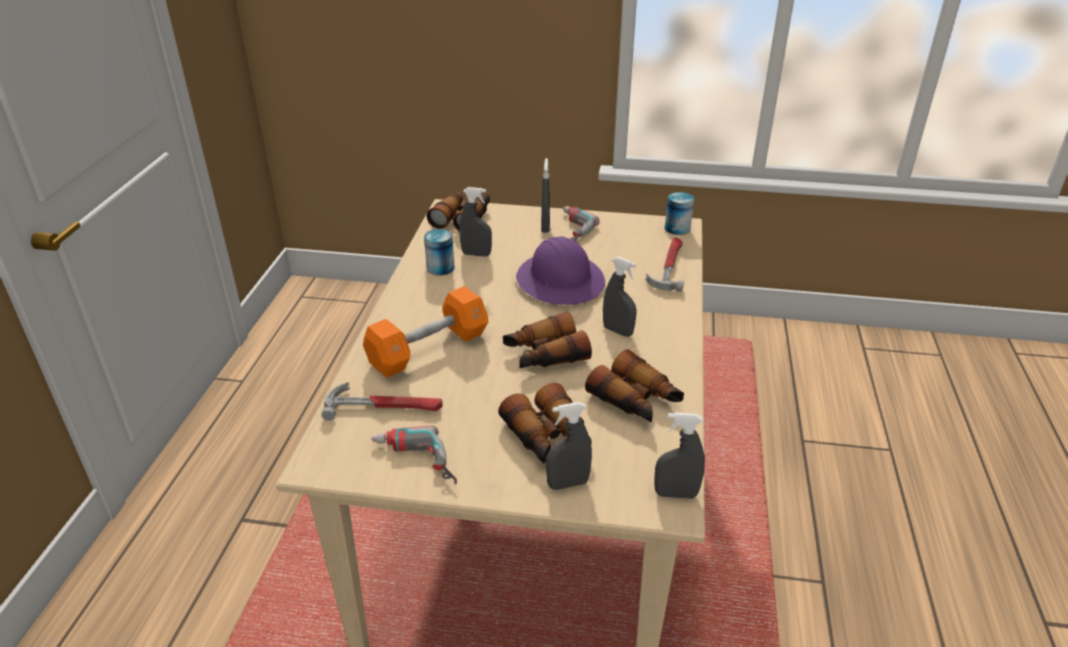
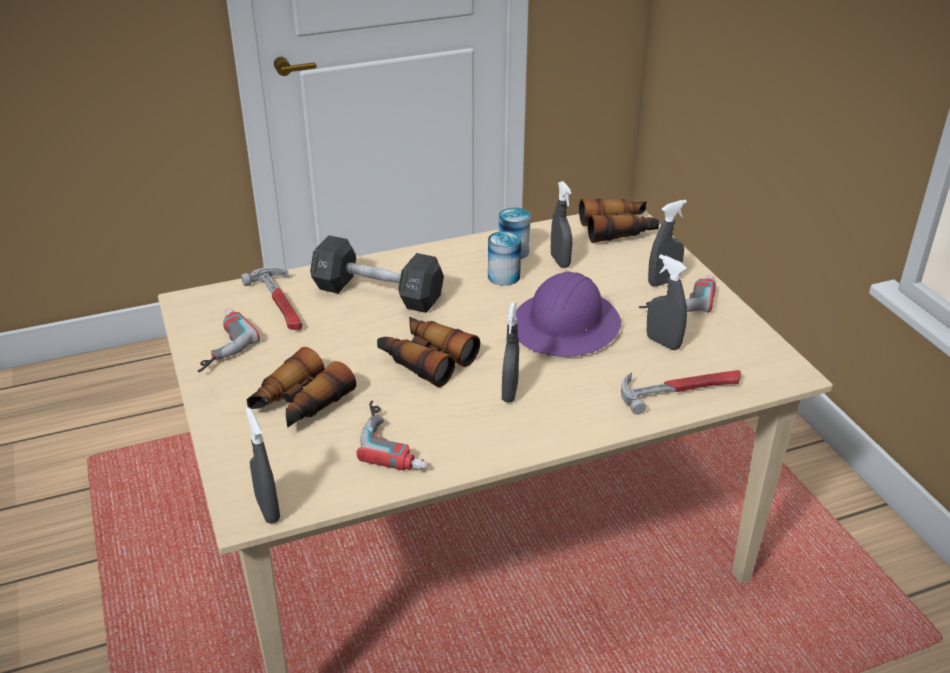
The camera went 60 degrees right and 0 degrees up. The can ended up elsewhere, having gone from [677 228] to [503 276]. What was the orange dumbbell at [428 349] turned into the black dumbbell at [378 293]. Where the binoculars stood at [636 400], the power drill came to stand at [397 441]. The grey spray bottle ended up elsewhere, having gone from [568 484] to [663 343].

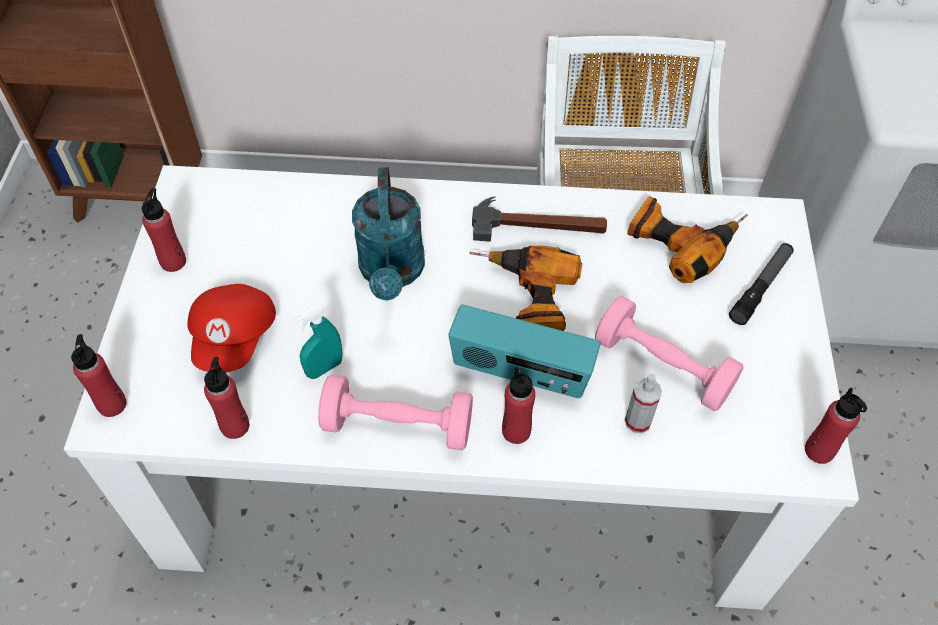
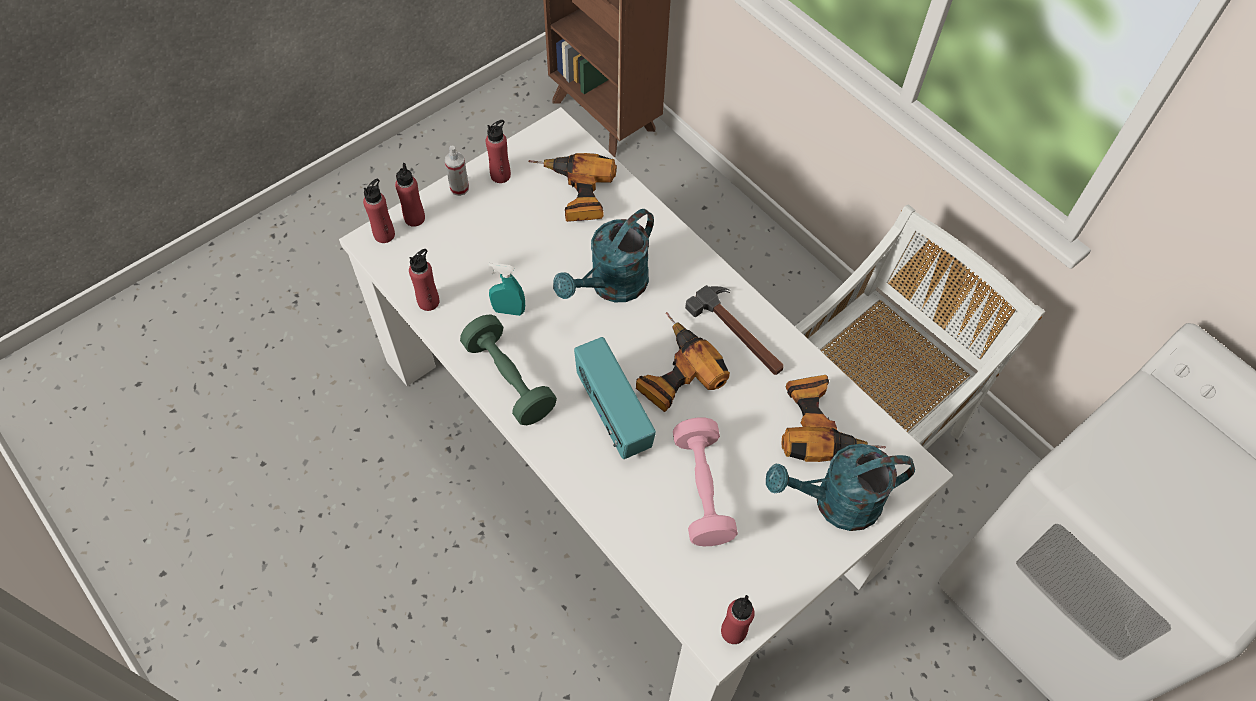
The camera went 45 degrees right and 5 degrees up. Where the flashlight stood at [760 287], the turquoise watering can came to stand at [835 503]. The second view lost the red cap at [236 338]. The red bottle ended up elsewhere, having gone from [516 431] to [414 218]. The spray bottle ended up elsewhere, having gone from [637 421] to [459 188]. What was the pink dumbbell at [398 425] turned into the green dumbbell at [509 379]. The second view gained the power drill at [575 194].

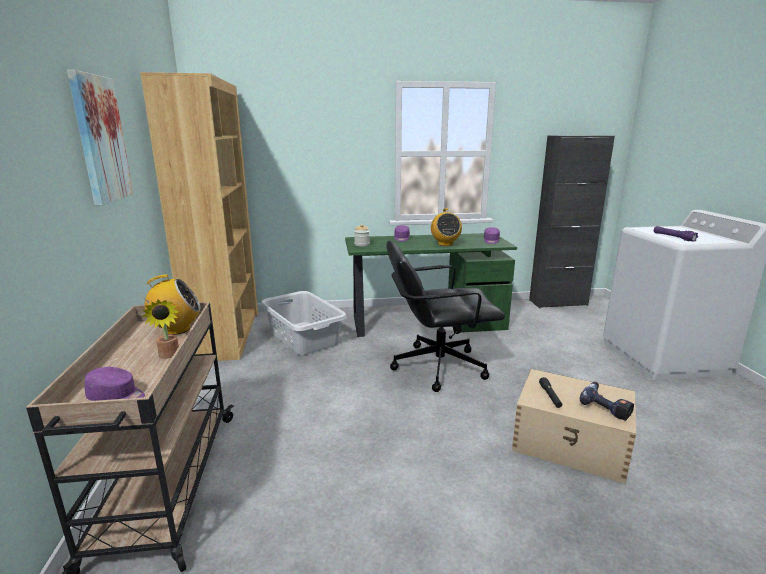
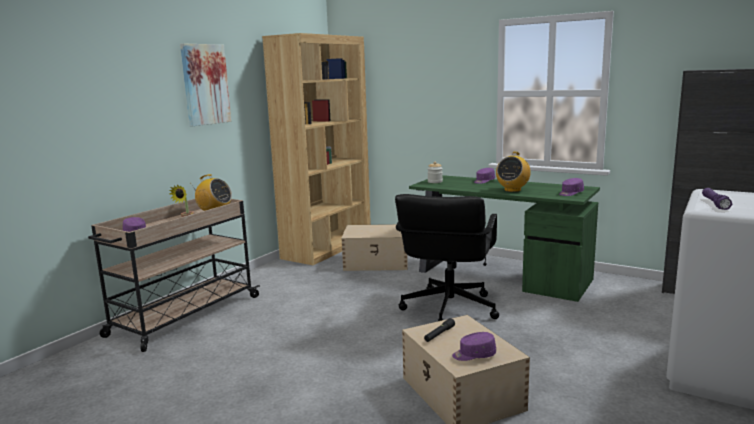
The camera went 40 degrees right and 5 degrees down. The black office chair at [437 366] ended up facing another way, 105 degrees counterclockwise from before. Where the grey laundry basket stood at [304 337], the beige storage box came to stand at [377 262]. Where the power drill stood at [606 406], the purple cap came to stand at [473 355].

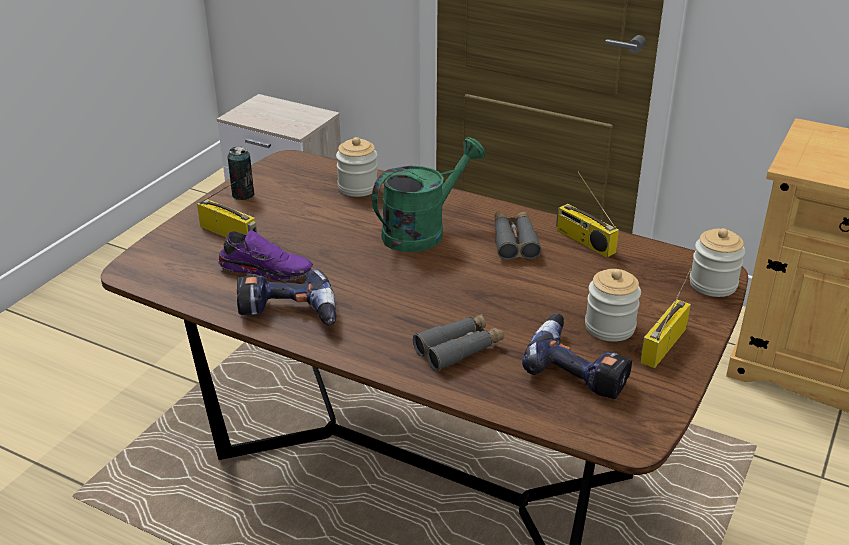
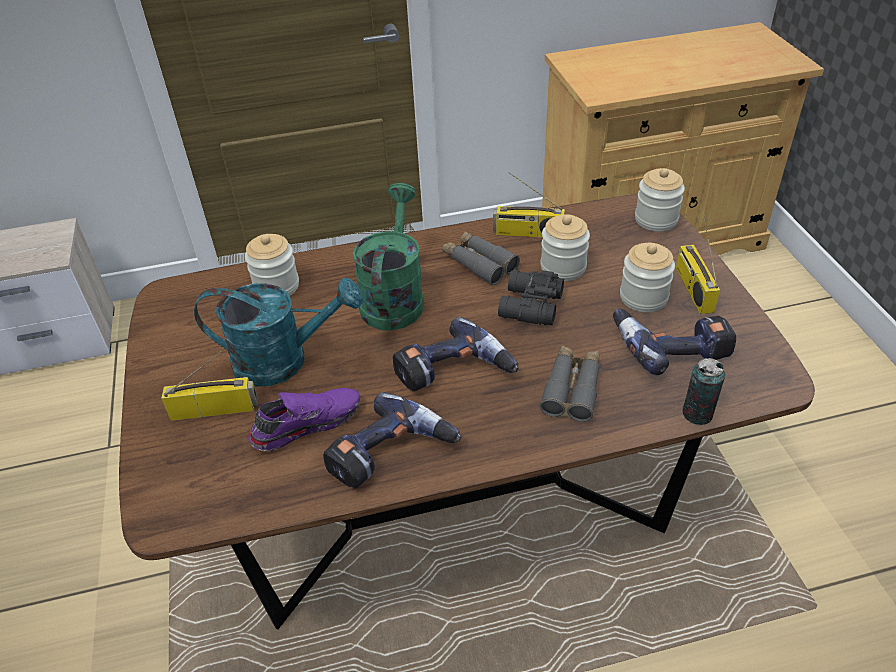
The camera went 40 degrees left and 10 degrees up. The can ended up elsewhere, having gone from [243 195] to [697 414]. The second view gained the jar at [563 267]. The second view gained the black binoculars at [529 306]. The second view gained the turquoise watering can at [284 360]. The second view gained the power drill at [454 373].

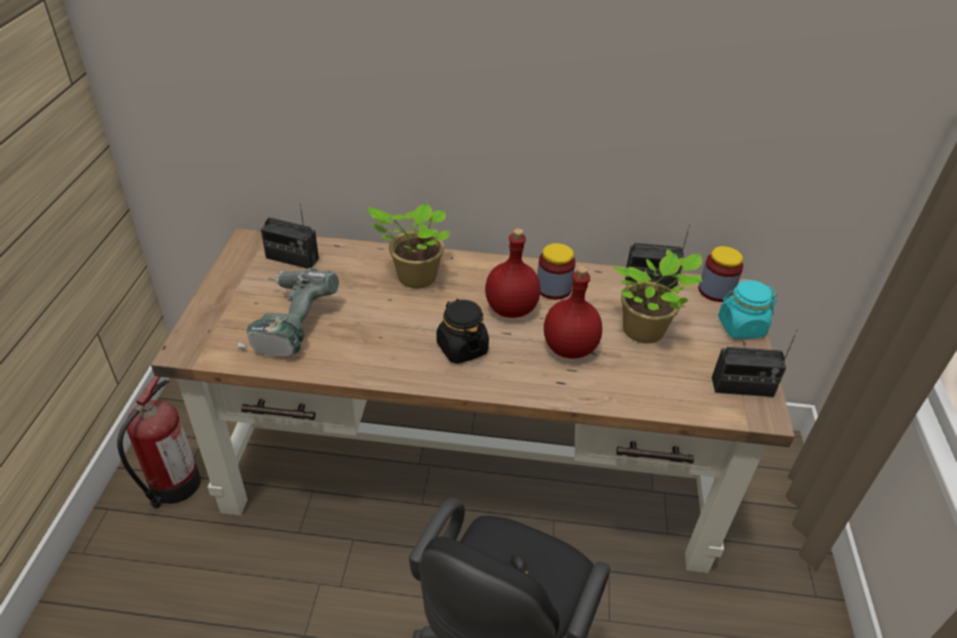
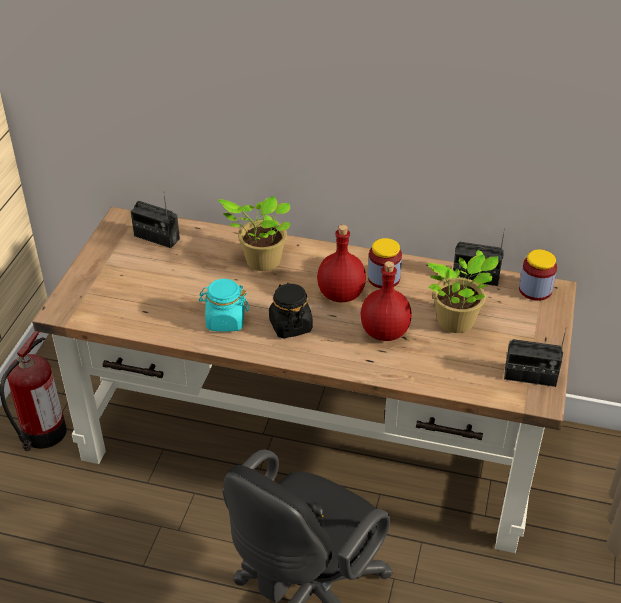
The camera went 10 degrees right and 0 degrees up. The second view lost the power drill at [288 324]. The turquoise jar ended up elsewhere, having gone from [740 327] to [225 321].

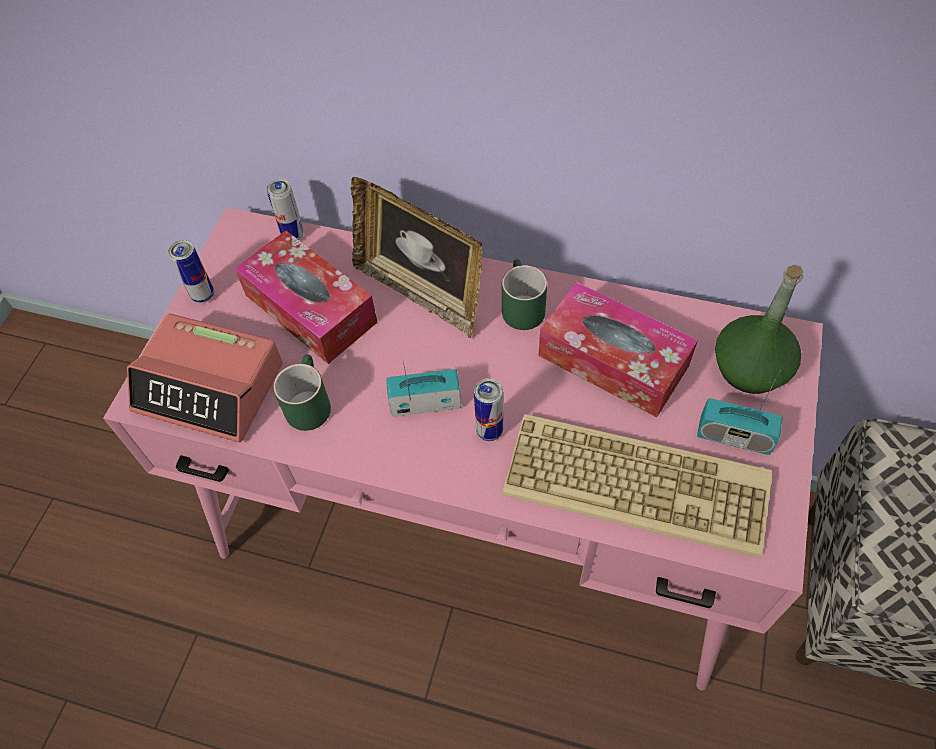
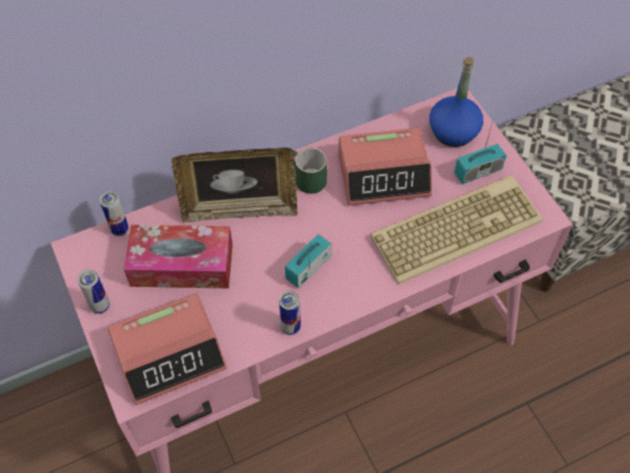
The camera went 45 degrees left and 0 degrees up. What was the green bottle at [749 369] turned into the blue bottle at [453 132]. Where the tissue box stood at [613 360], the alarm clock came to stand at [384 174]. The second view lost the green mug at [308 402]. The can ended up elsewhere, having gone from [489 431] to [290 327].

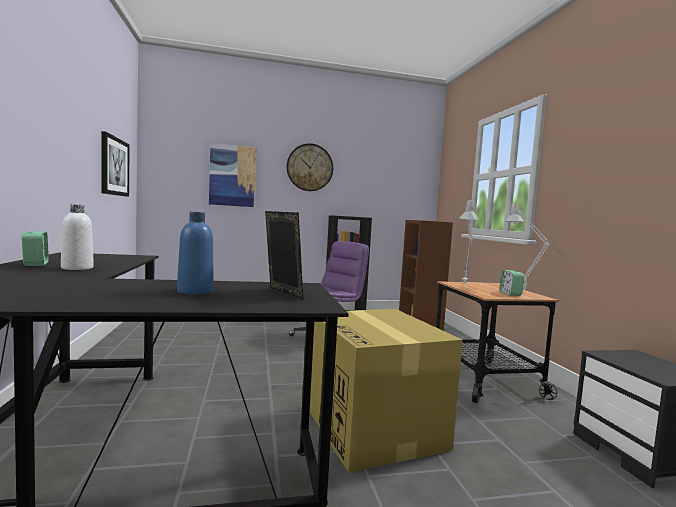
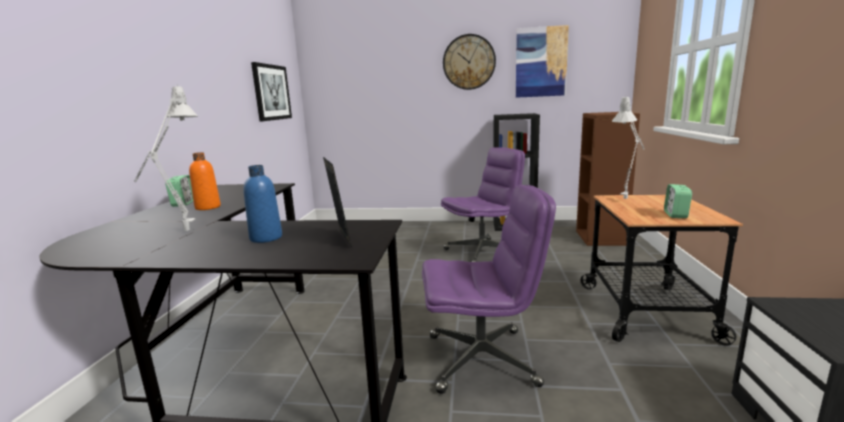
The camera went 20 degrees right and 10 degrees up. The picture ended up elsewhere, having gone from [233 175] to [541 62]. What was the white bottle at [77 268] turned into the orange bottle at [208 207]. The grey table lamp ended up elsewhere, having gone from [528 292] to [184 234]. Where the cardboard box stood at [374 427], the purple office chair came to stand at [482 359].

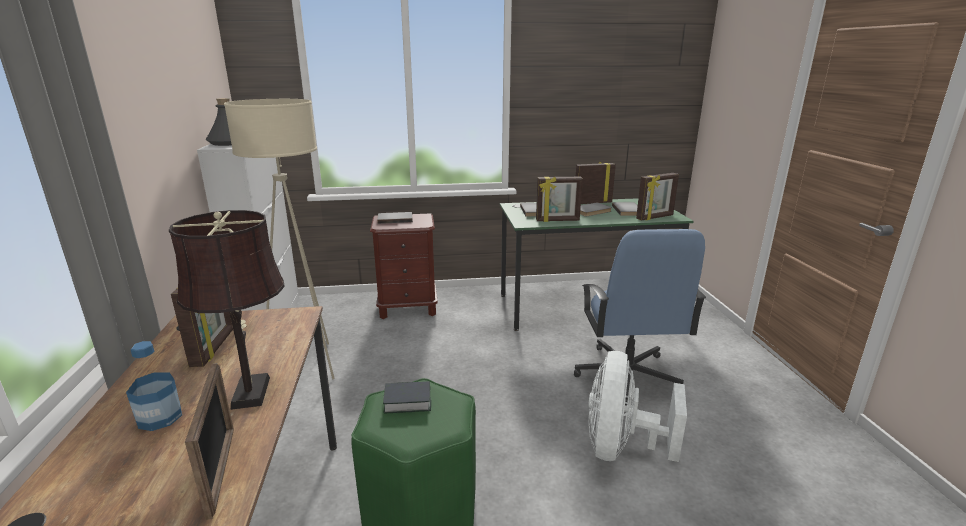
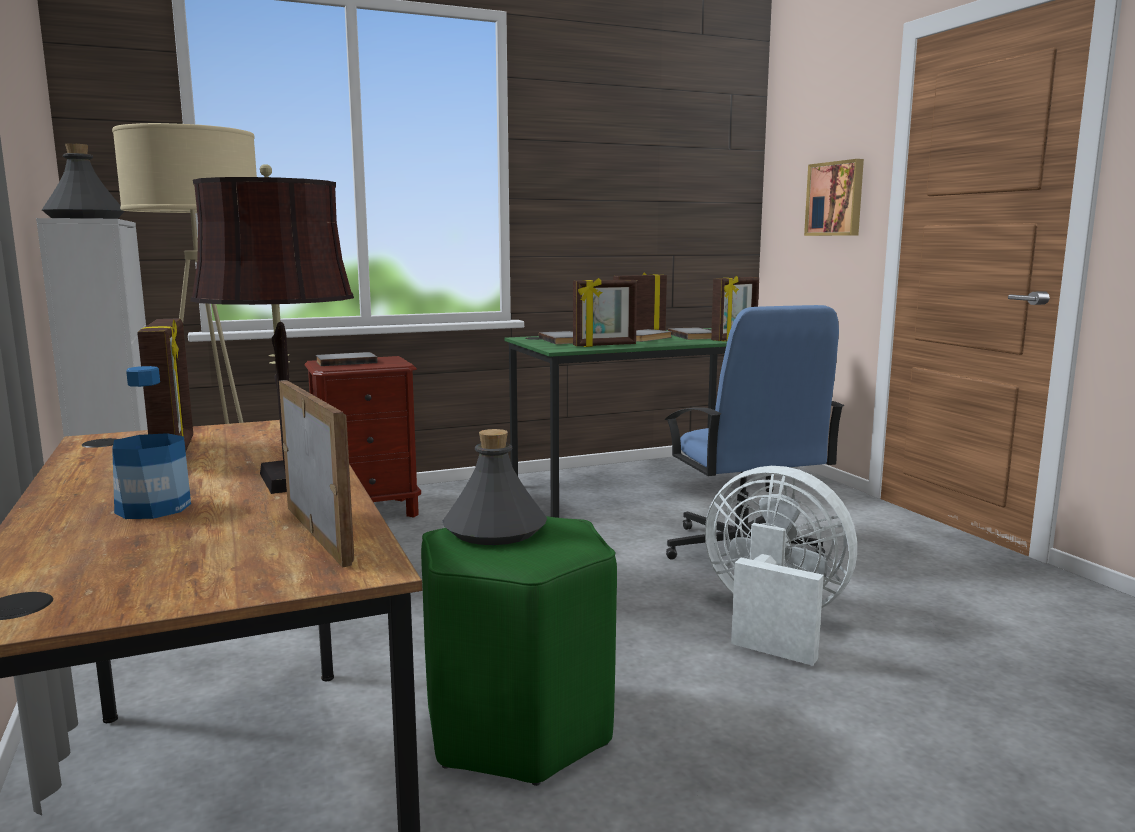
The camera went 15 degrees left and 10 degrees down. The white fan at [621 447] ended up facing another way, 120 degrees clockwise from before. Where the book stood at [407 401], the grey bottle came to stand at [494 530]. The second view gained the picture at [836 199].

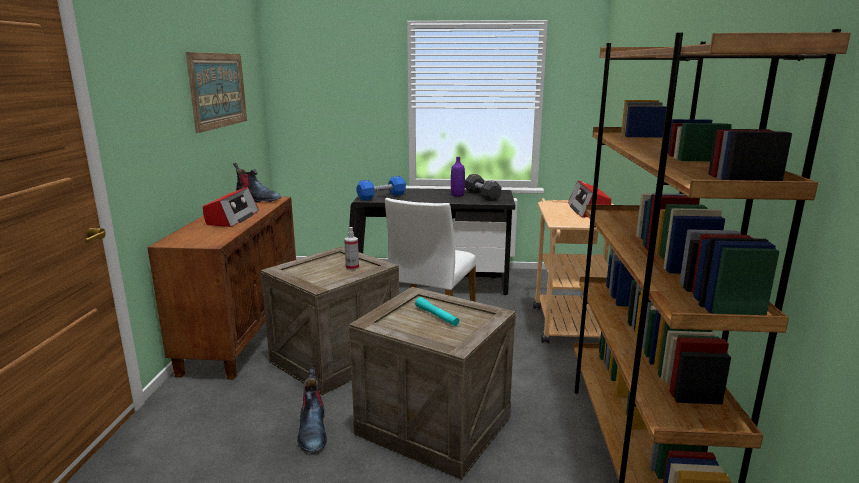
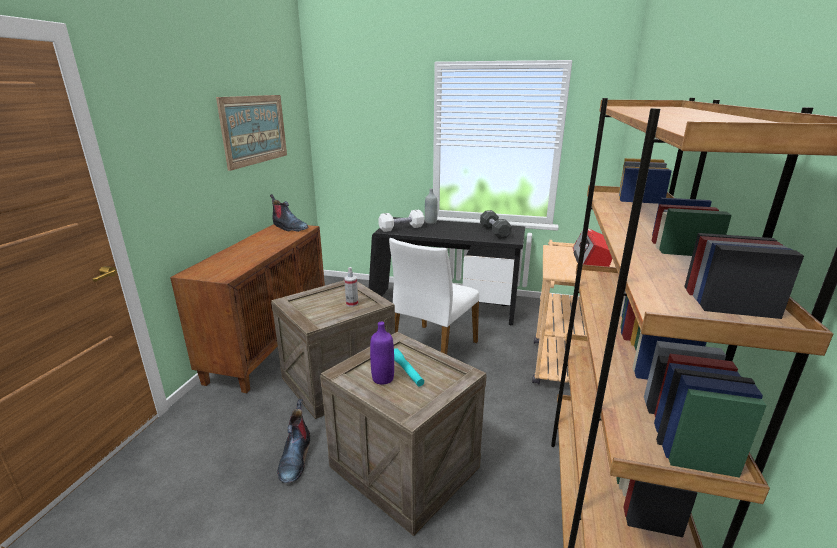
The camera went 10 degrees right and 5 degrees up. The purple bottle ended up elsewhere, having gone from [457 195] to [383 378]. What was the blue dumbbell at [381 197] turned into the white dumbbell at [401 228]. The second view lost the radio at [232 218]. The second view gained the grey bottle at [430 222].

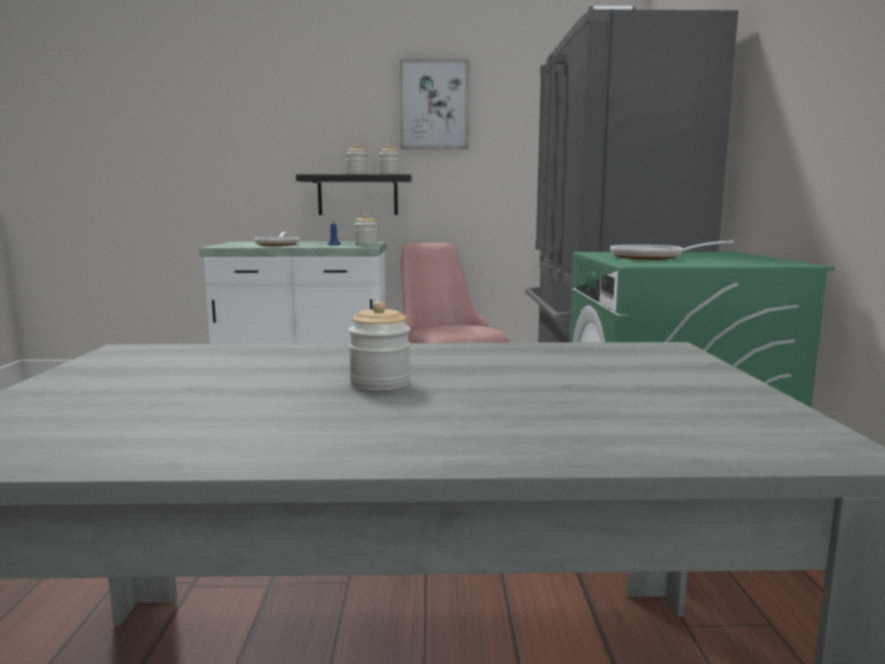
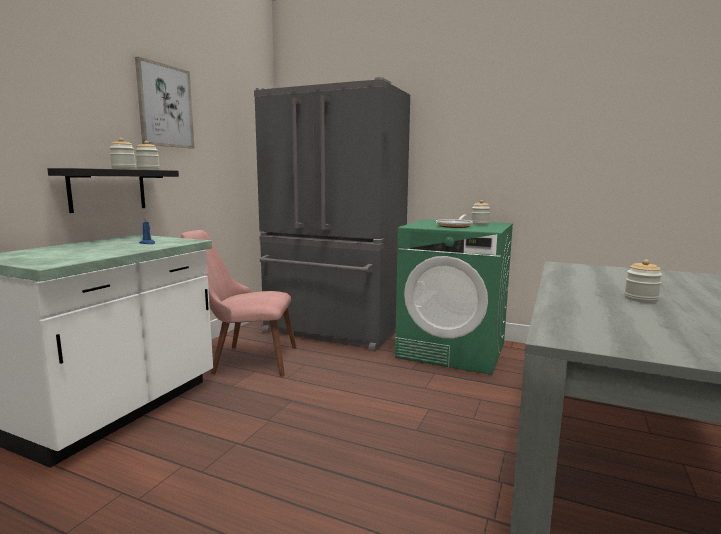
The camera went 65 degrees left and 0 degrees up. The jar ended up elsewhere, having gone from [366 245] to [480 224]. The second view lost the frying pan at [278 244].

